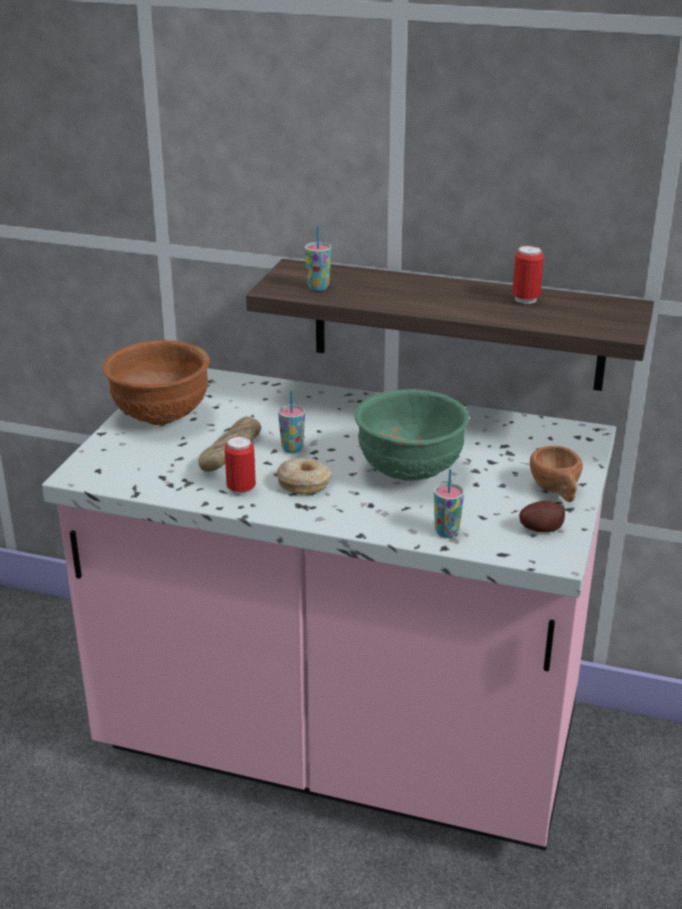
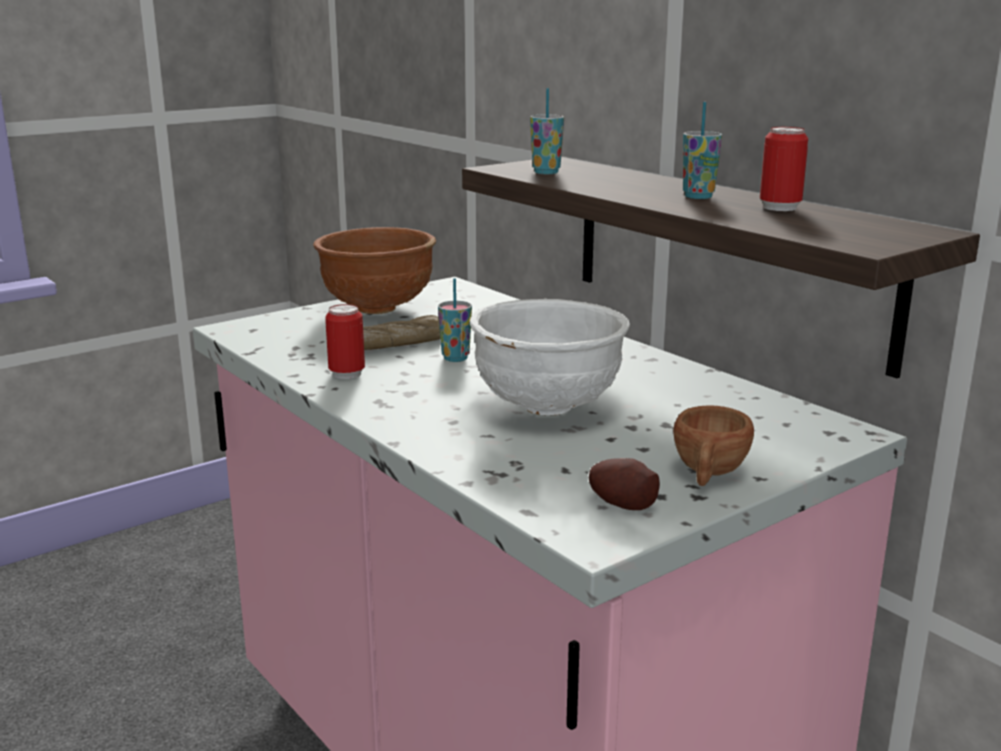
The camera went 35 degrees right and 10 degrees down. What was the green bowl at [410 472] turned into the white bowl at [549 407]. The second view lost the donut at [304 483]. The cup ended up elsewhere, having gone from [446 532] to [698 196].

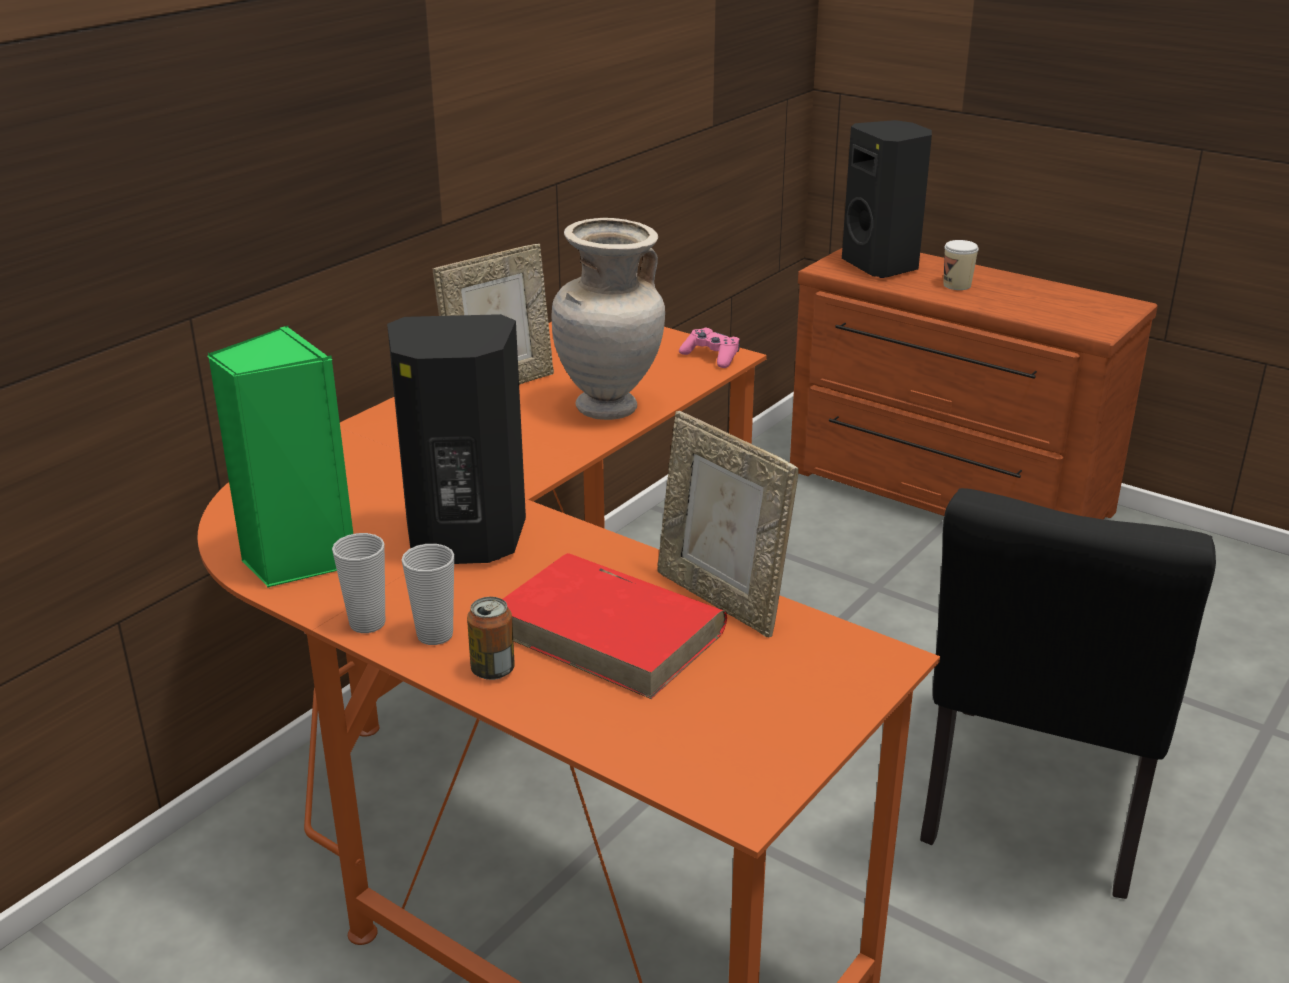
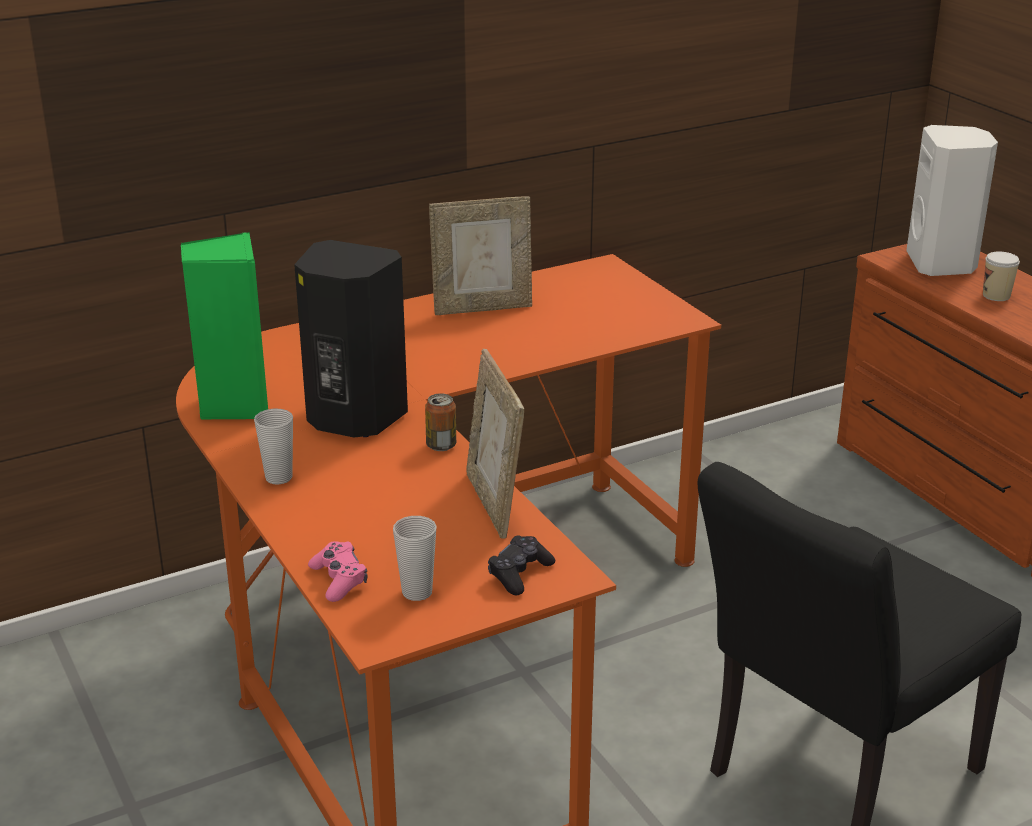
The camera went 25 degrees right and 0 degrees up. What was the black speaker at [883 266] turned into the white speaker at [942 264]. The second view lost the beige vase at [609 409]. The pink game controller ended up elsewhere, having gone from [711 357] to [339 580]. The cup ended up elsewhere, having gone from [367 623] to [417 592]. The second view lost the red book at [611 632]. The can ended up elsewhere, having gone from [493 670] to [441 445]. The second view gained the black game controller at [519 574].

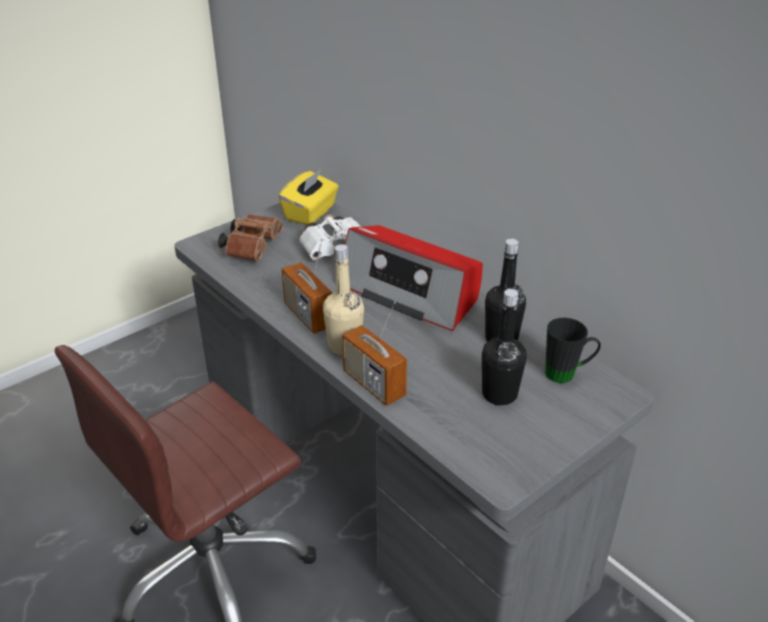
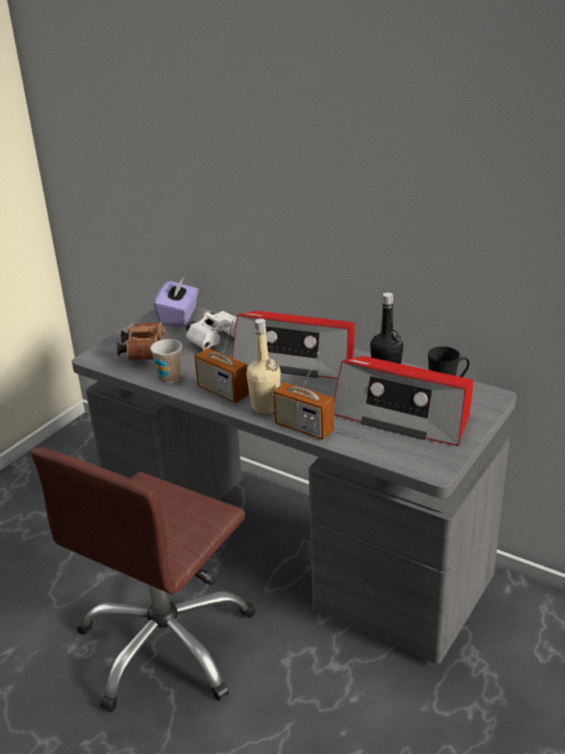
The camera went 15 degrees left and 5 degrees down. What was the yellow tissue box at [310 213] turned into the purple tissue box at [179 317]. Where the black bottle stood at [499 394], the radio came to stand at [404 415]. The second view gained the cup at [170 378].

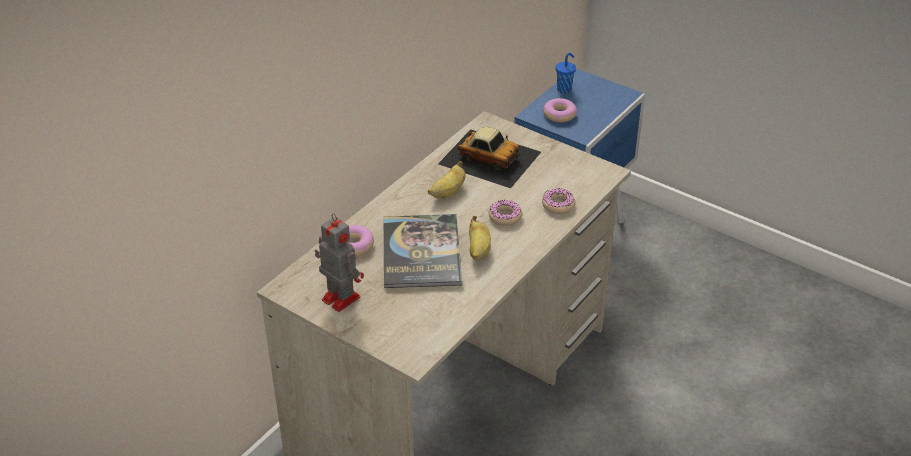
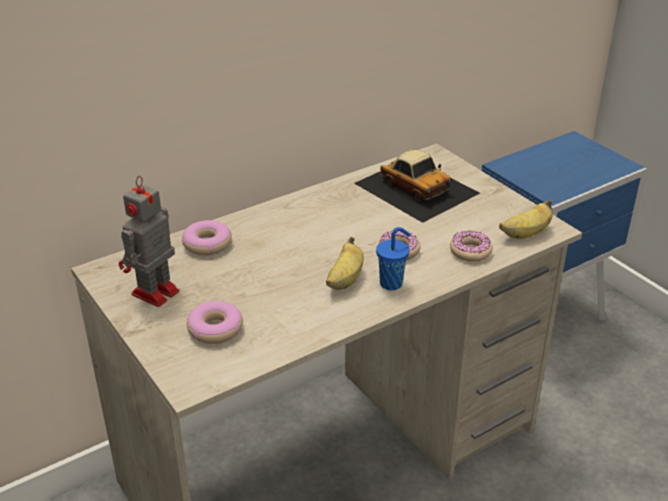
The camera went 20 degrees right and 5 degrees down. The blue cup ended up elsewhere, having gone from [564 89] to [392 283]. The donut ended up elsewhere, having gone from [559 114] to [215 329]. The banana ended up elsewhere, having gone from [448 192] to [525 234]. The toy robot at [339 297] ended up facing another way, 120 degrees counterclockwise from before. The second view lost the book at [421 252].

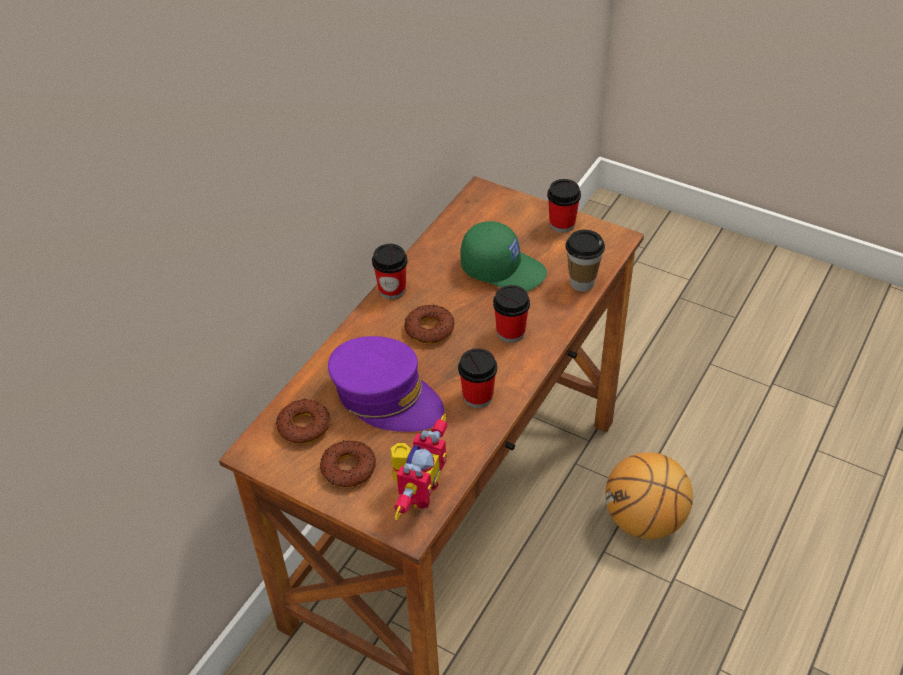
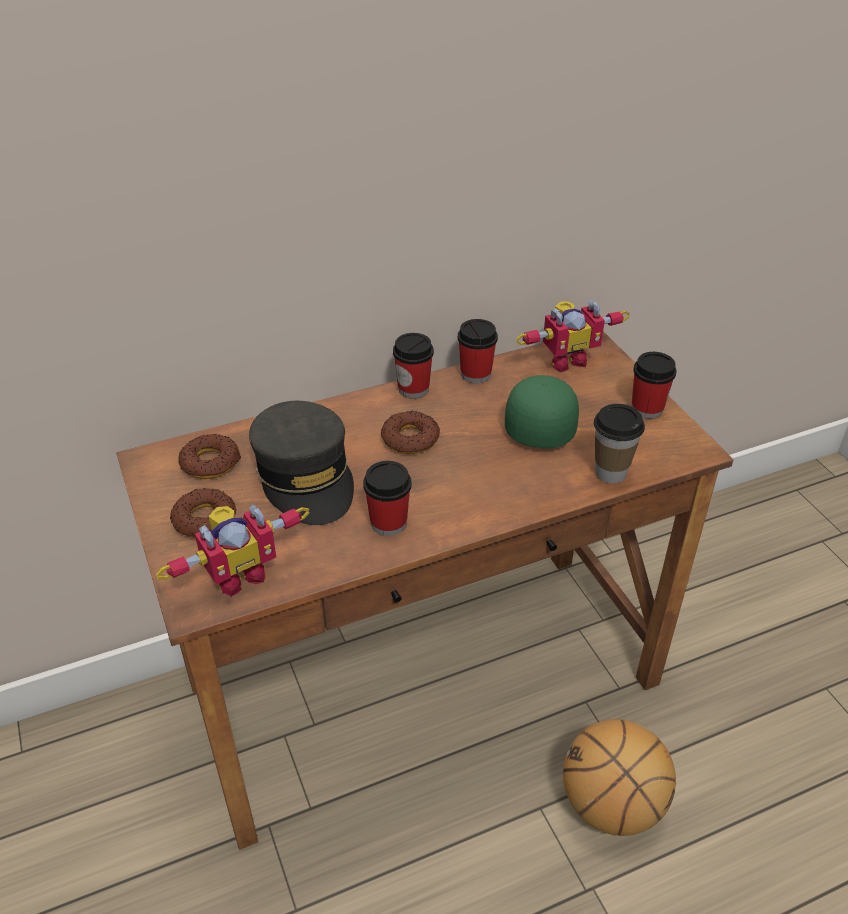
The camera went 35 degrees right and 5 degrees down. The green cap at [503 269] ended up facing another way, 135 degrees counterclockwise from before. The cup ended up elsewhere, having gone from [510 332] to [475 374]. What was the purple cap at [386 397] turned into the grey cap at [306 477]. The second view gained the toy robot at [565 359].

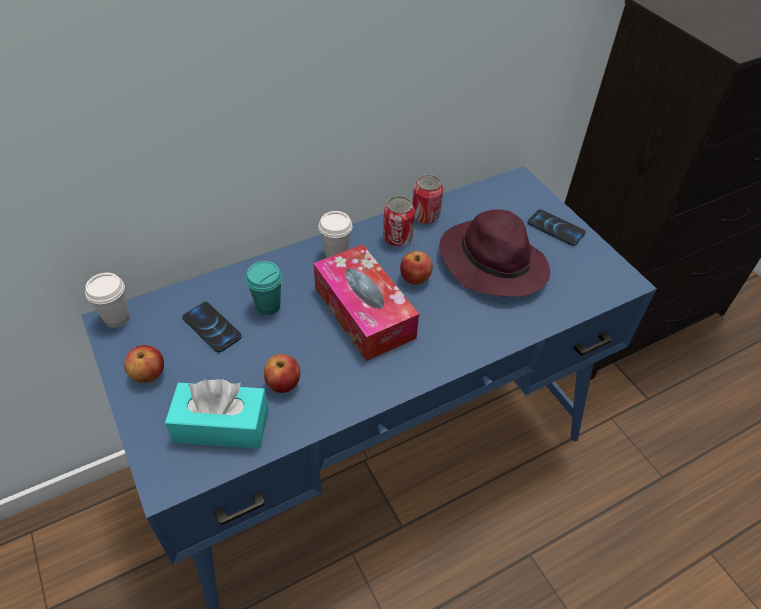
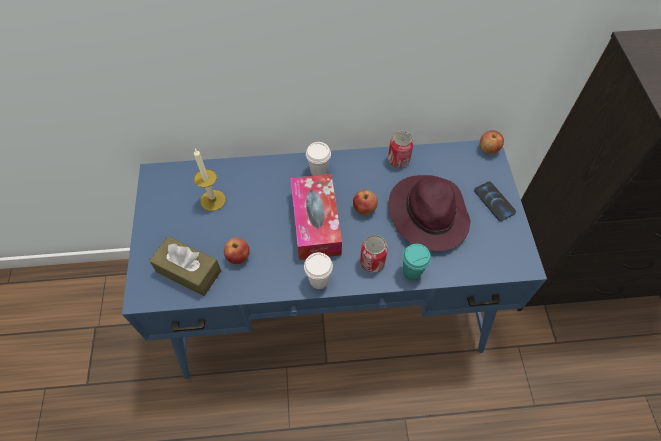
The camera went 25 degrees right and 10 degrees up. The can ended up elsewhere, having gone from [397 238] to [372 262]. The turquoise cup ended up elsewhere, having gone from [268 306] to [412 272]. The white cup ended up elsewhere, having gone from [117 318] to [319 280]. Where the phone stood at [212 328], the candle came to stand at [213 200]. The apple ended up elsewhere, having gone from [148 374] to [488 149]. What was the turquoise tissue box at [221 425] turned into the brown tissue box at [189 271].

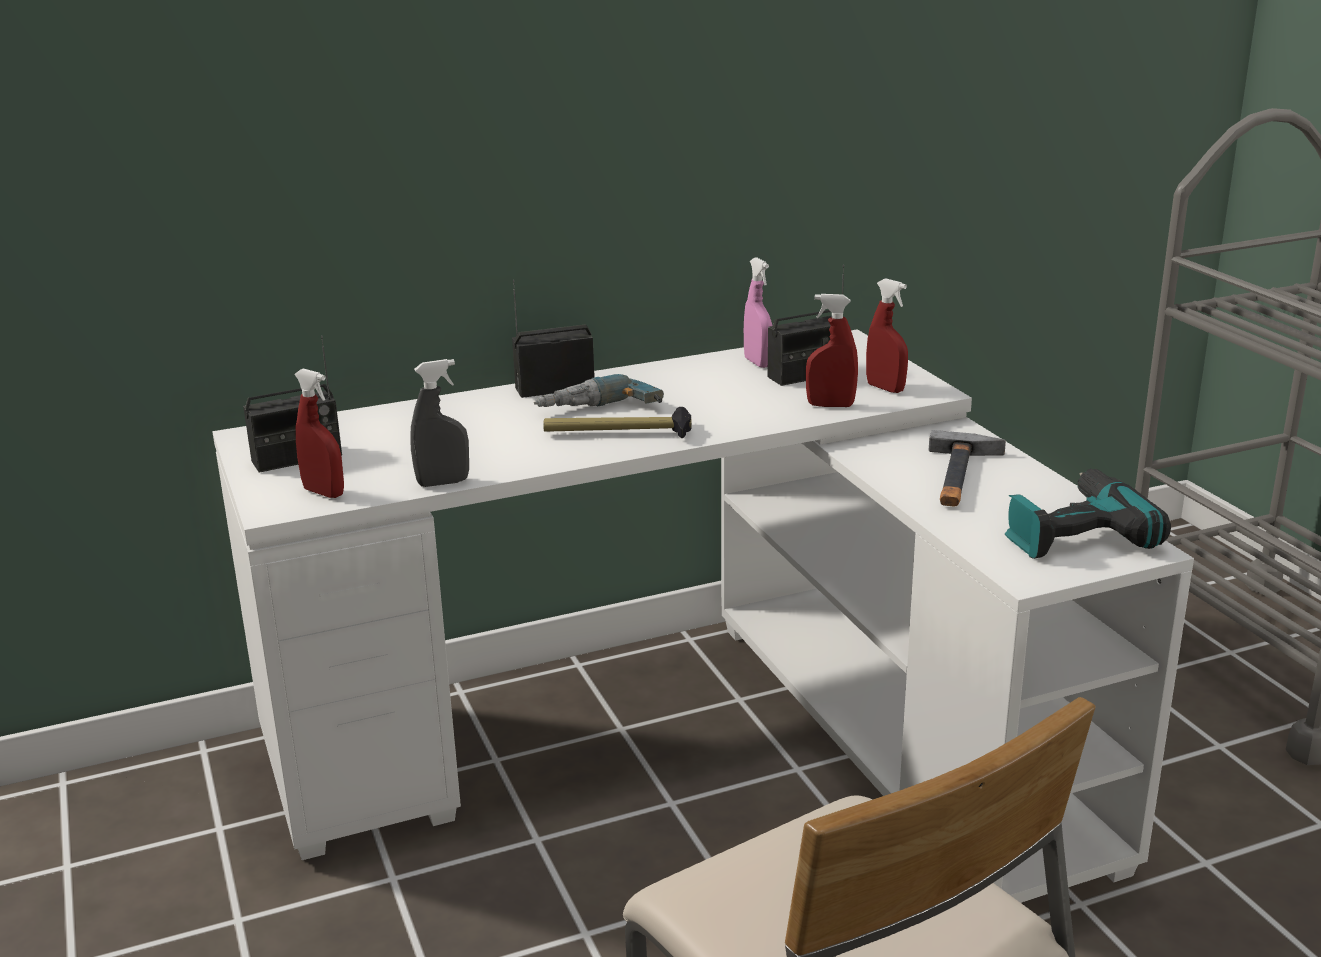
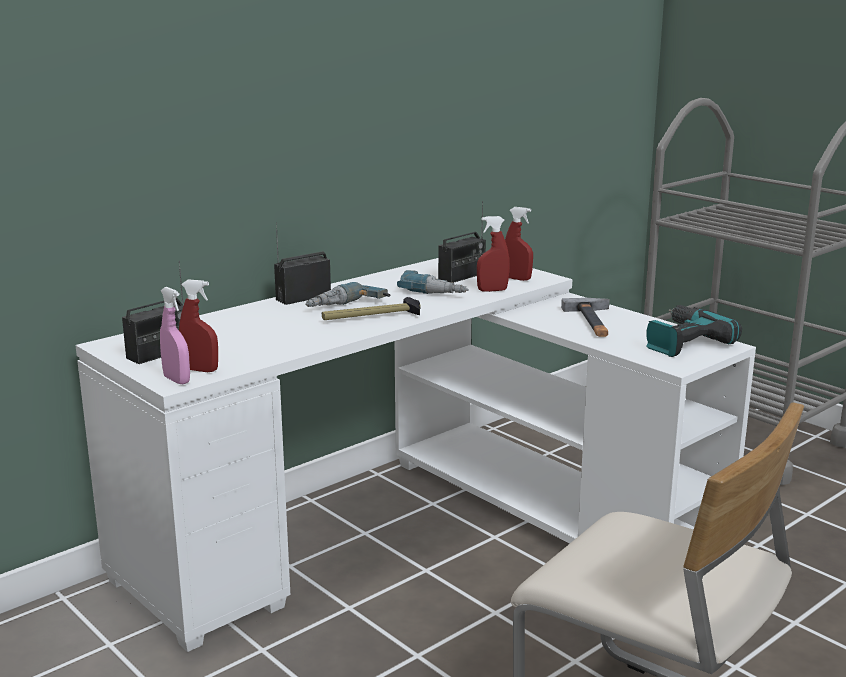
The camera went 20 degrees left and 5 degrees down. The pink spray bottle ended up elsewhere, having gone from [757 363] to [177 380]. The second view lost the grey spray bottle at [443 483]. The second view gained the power drill at [435 290].

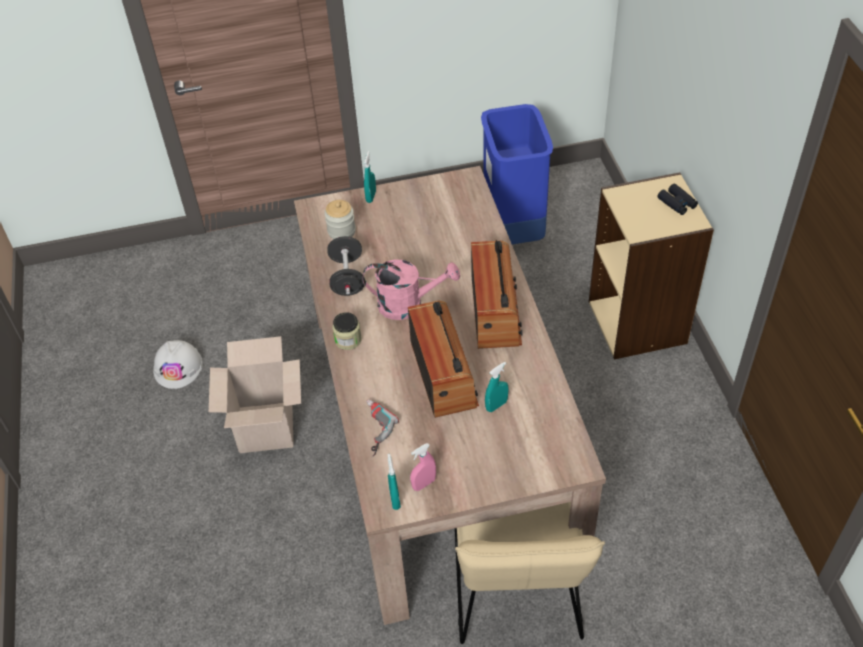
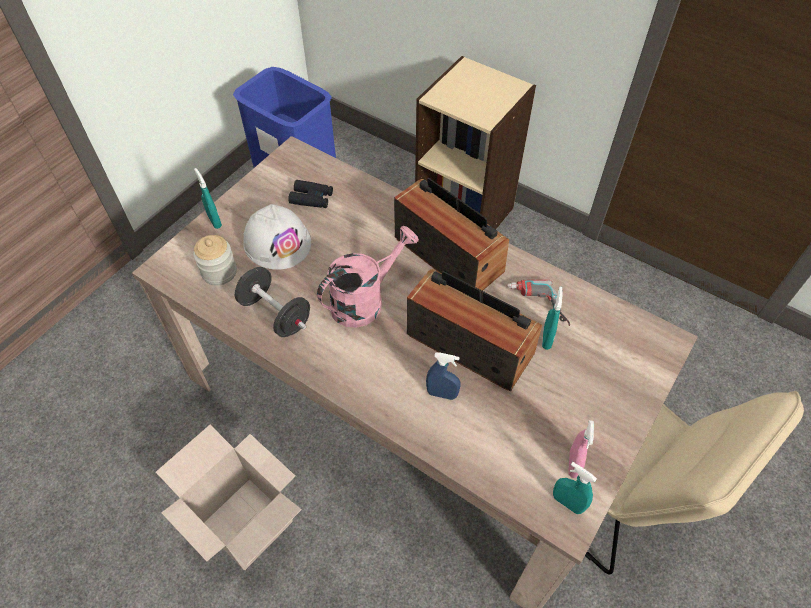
The camera went 45 degrees left and 5 degrees up. The black binoculars ended up elsewhere, having gone from [677 203] to [311 198]. The second view lost the jar at [348 340]. The white hard hat ended up elsewhere, having gone from [178 367] to [277 242]. The power drill ended up elsewhere, having gone from [371 429] to [536 306]. The second view gained the blue spray bottle at [442 394].

